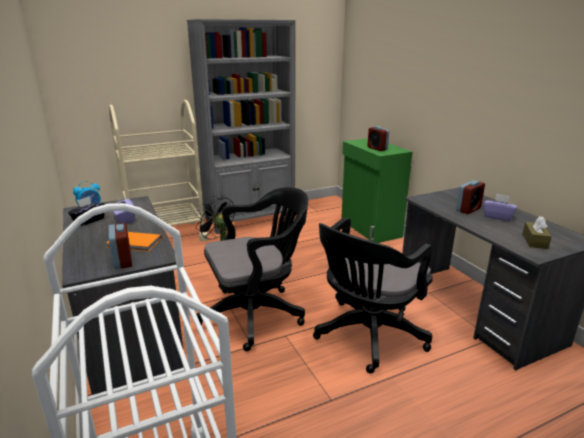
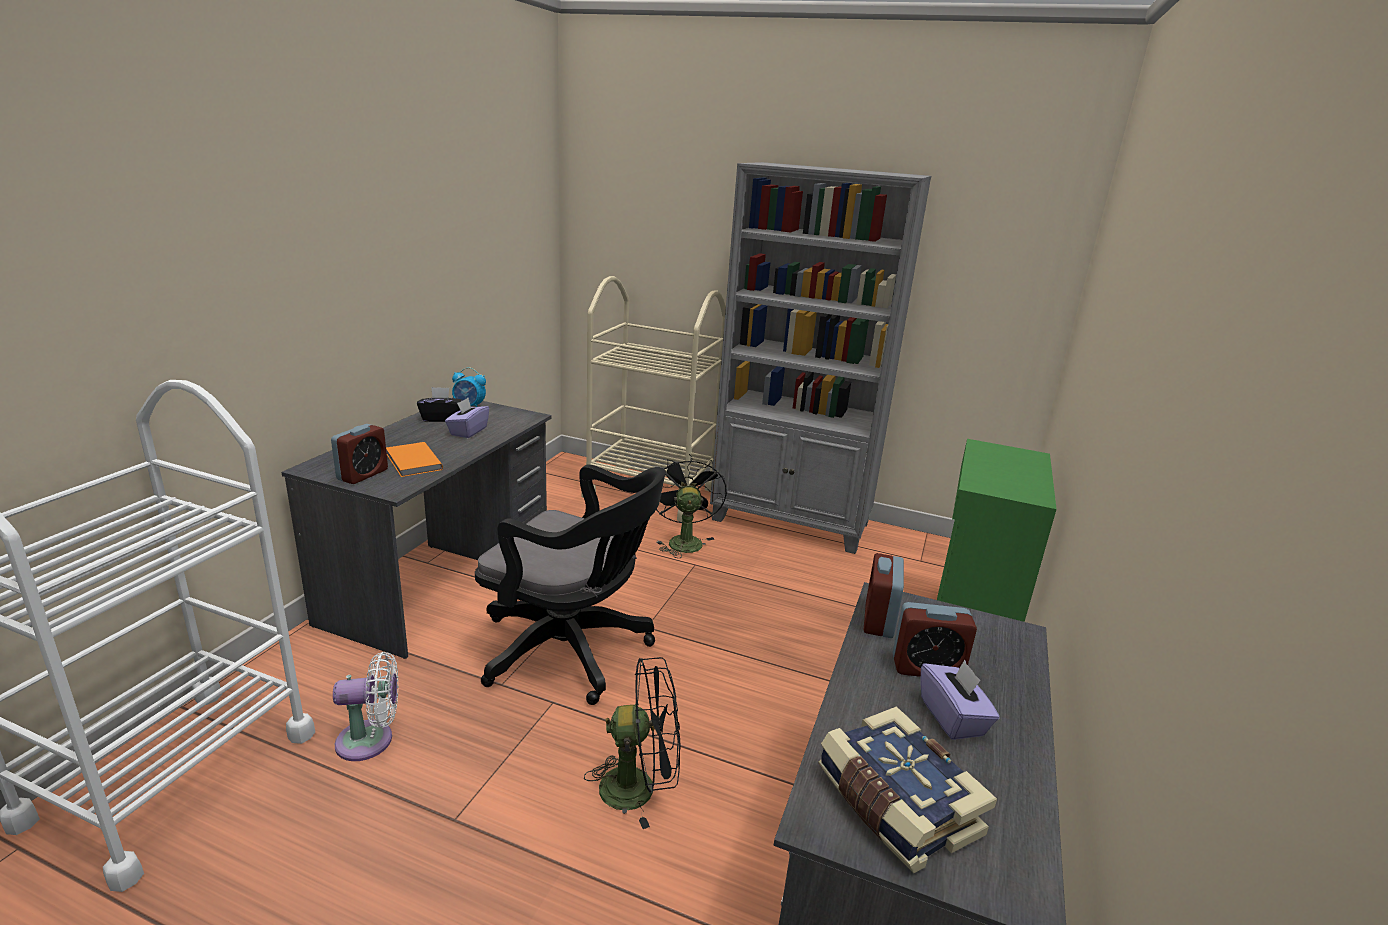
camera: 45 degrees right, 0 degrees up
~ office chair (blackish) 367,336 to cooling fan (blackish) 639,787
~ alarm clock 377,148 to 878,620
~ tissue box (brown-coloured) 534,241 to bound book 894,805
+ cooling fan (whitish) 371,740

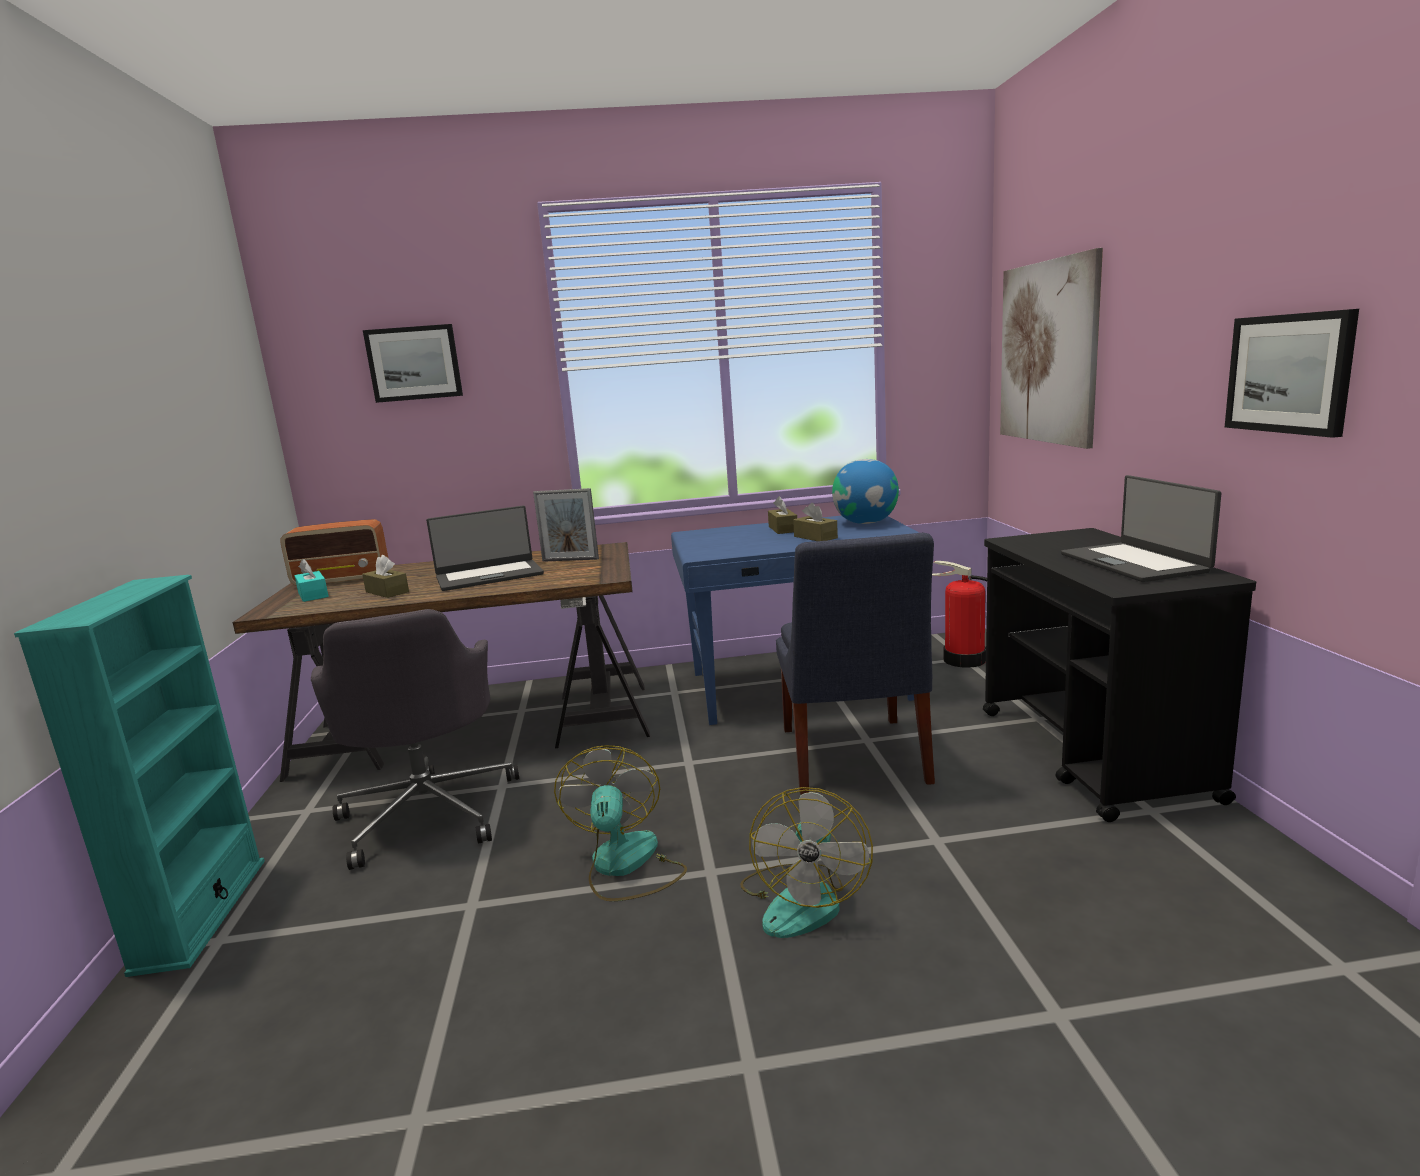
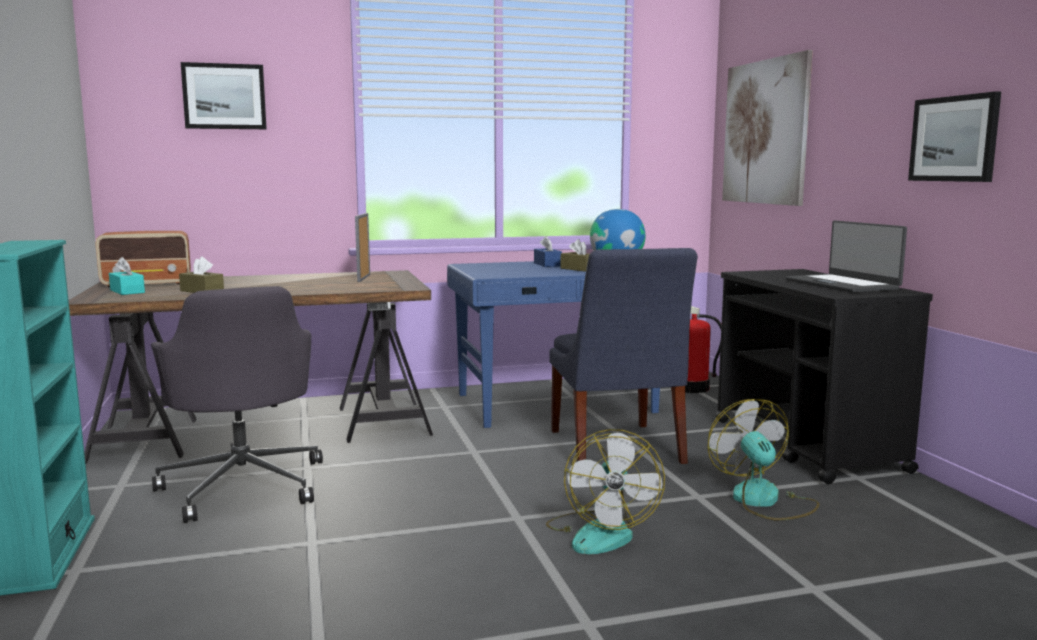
camera: 10 degrees left, 5 degrees down
- laptop 489,576
~ picture frame 570,560 = 363,278 90 degrees clockwise
~ cooling fan 625,866 to 764,501
~ tissue box (brown-coloured) 783,529 to tissue box (bluish) 547,264

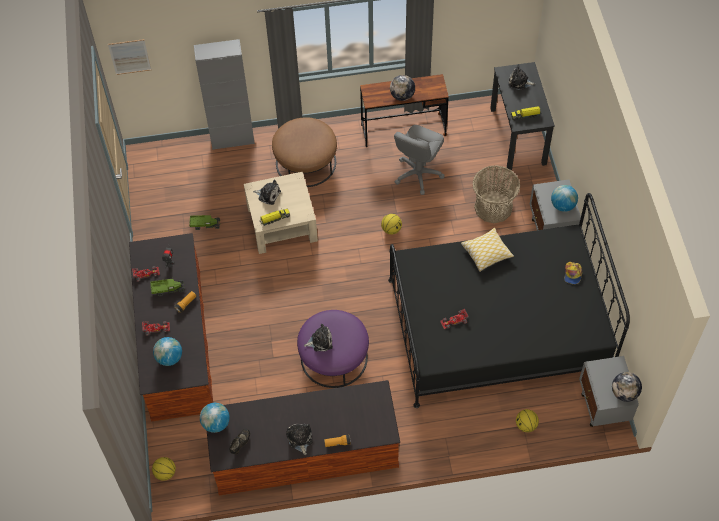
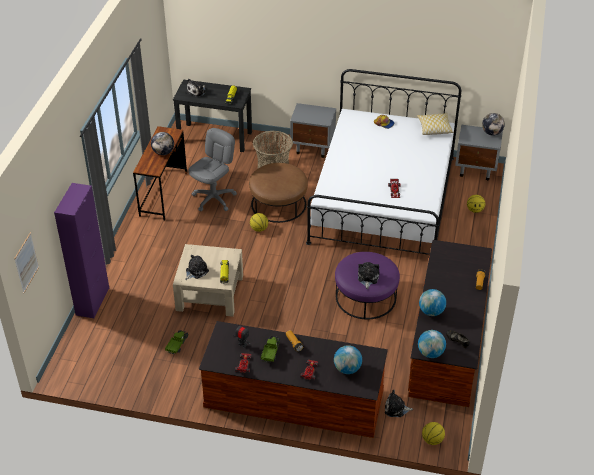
camera: 70 degrees left, 15 degrees down
~ cabinet (gray) 232,139 to cabinet (purplish) 92,301
~ ottoman (brown-coloured) 306,162 to 278,204
~ cuddly toy 300,439 to 396,409
~ bedroom bed (blackish) 497,326 to bedroom bed (whitish) 383,199
~ office chair (gray) 418,174 = 214,199 105 degrees counterclockwise
~ cushion 486,253 to 434,128
~ desk globe 562,205 to 431,312

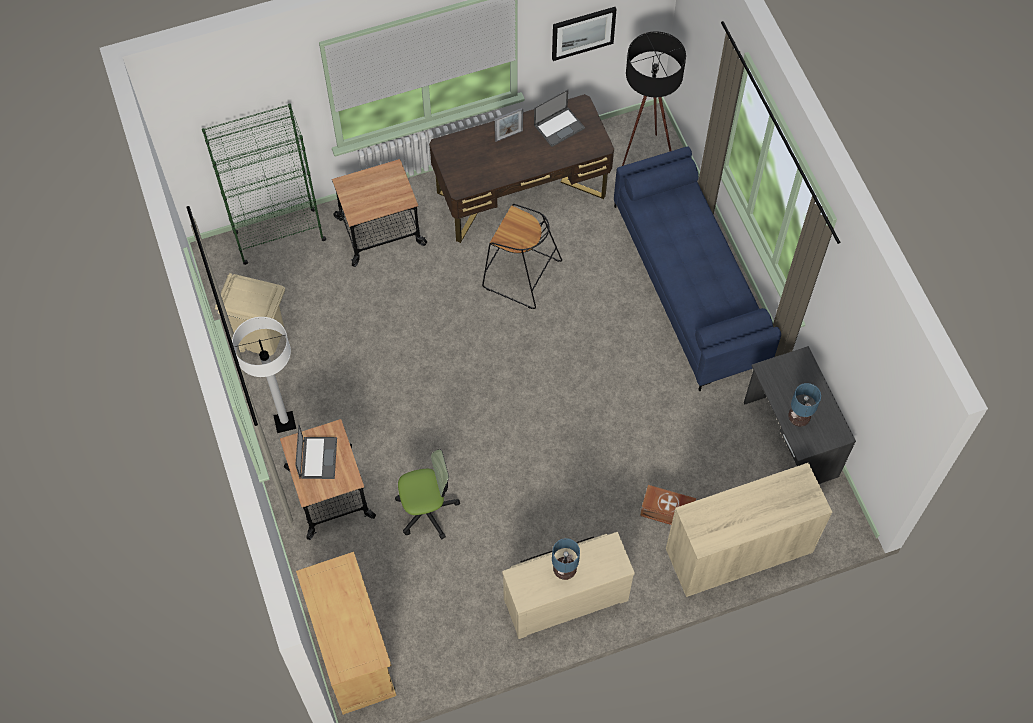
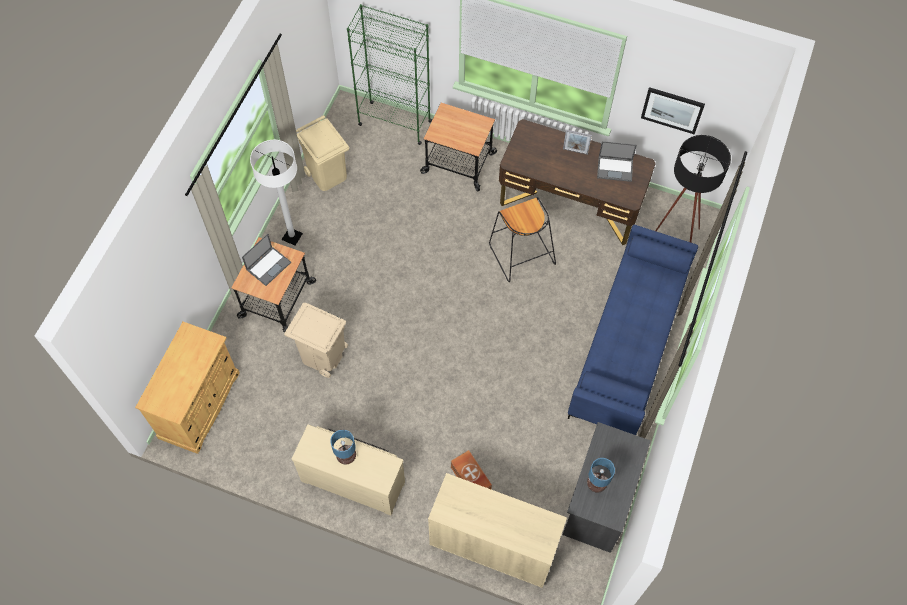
camera: 40 degrees right, 0 degrees up
~ office chair 427,510 to waste bin (beige) 323,356

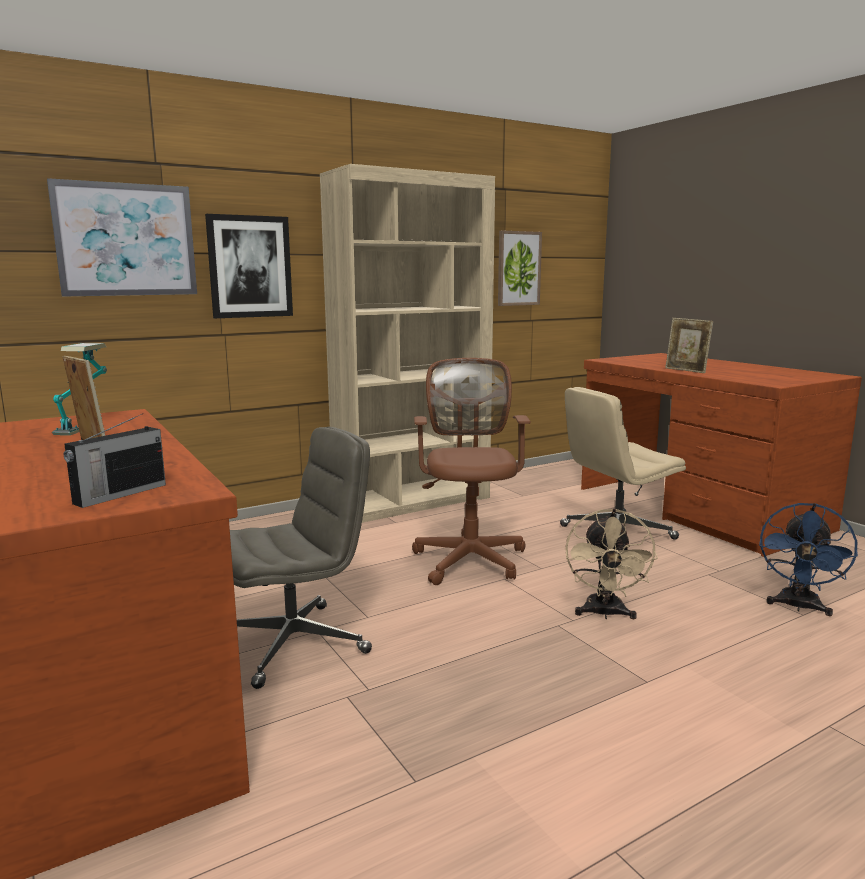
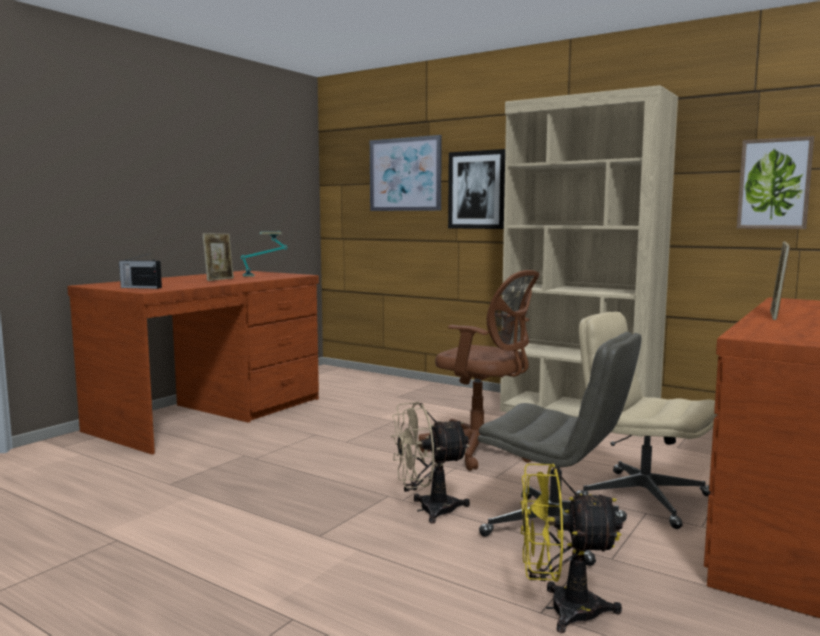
camera: 65 degrees right, 5 degrees down
~ office chair (gray) 295,643 to 556,529
~ office chair (brown-coloured) 470,558 = 481,451 60 degrees clockwise
~ cooling fan (bluish) 798,607 to cooling fan (yellow) 561,609

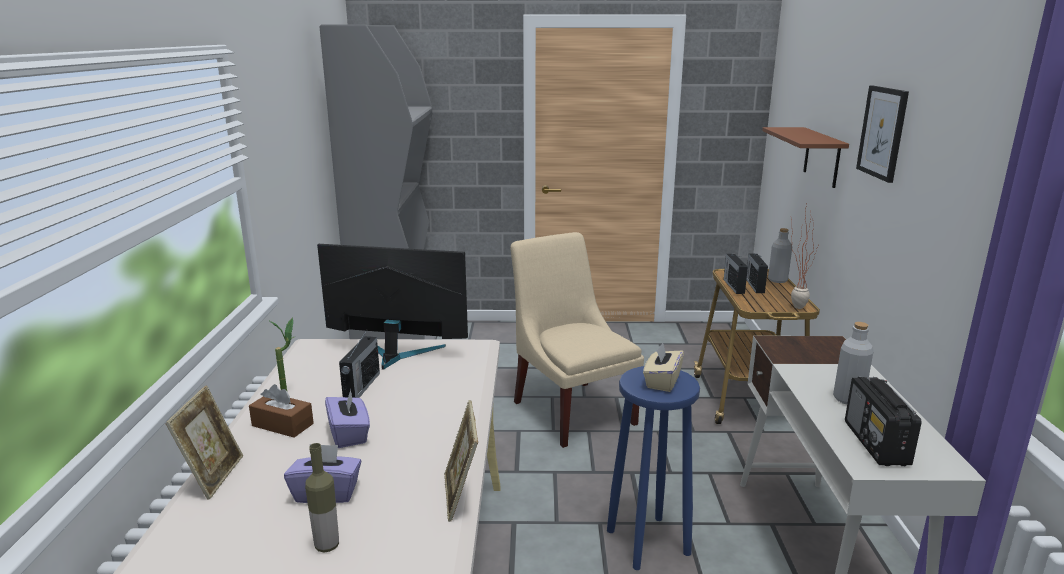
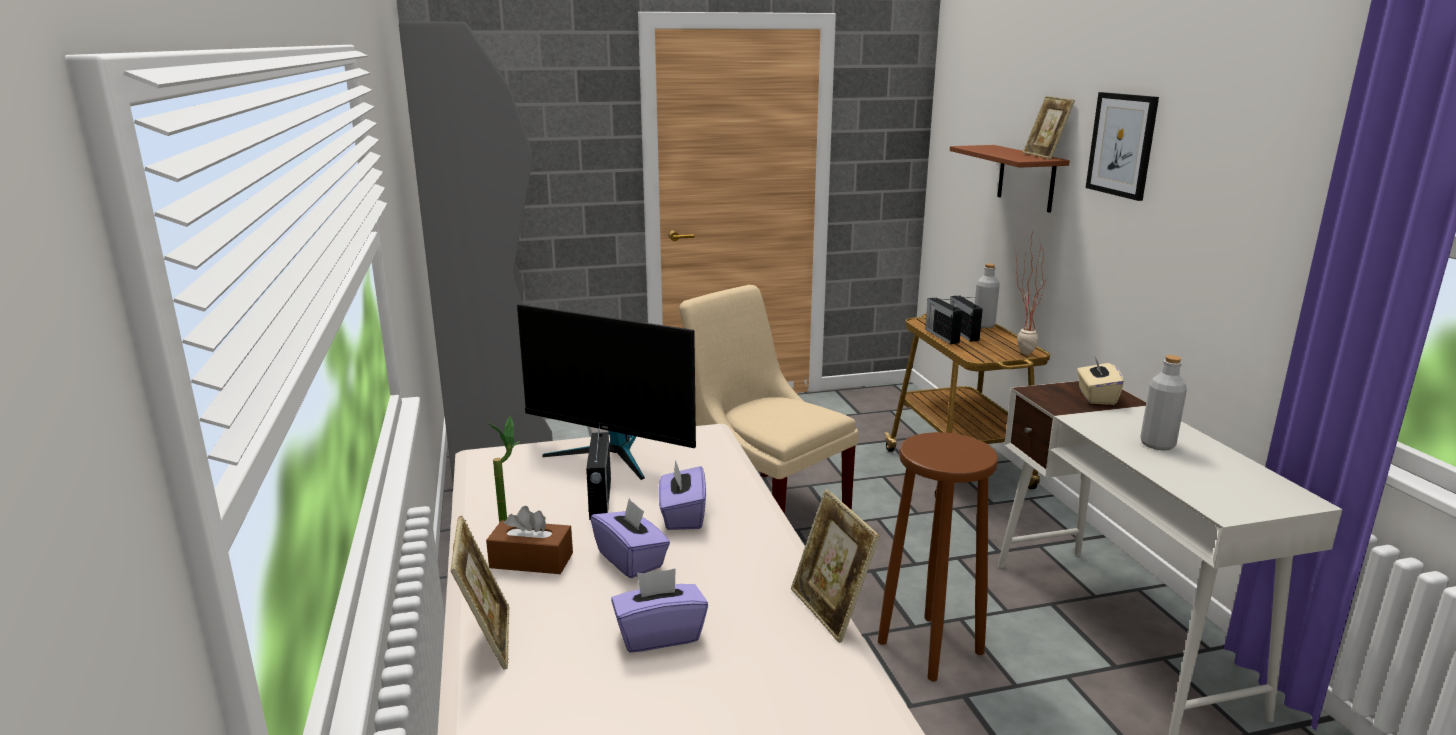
camera: 15 degrees left, 0 degrees up
- bottle 327,545
~ computer screen 395,353 = 611,453 150 degrees counterclockwise
~ stool seat (bluish) 647,541 to stool seat (brown-coloured) 929,646
~ tissue box (beige) 662,381 to 1096,397
- radio receiver 876,444
+ tissue box (purplish) 682,516
+ picture frame 1044,156

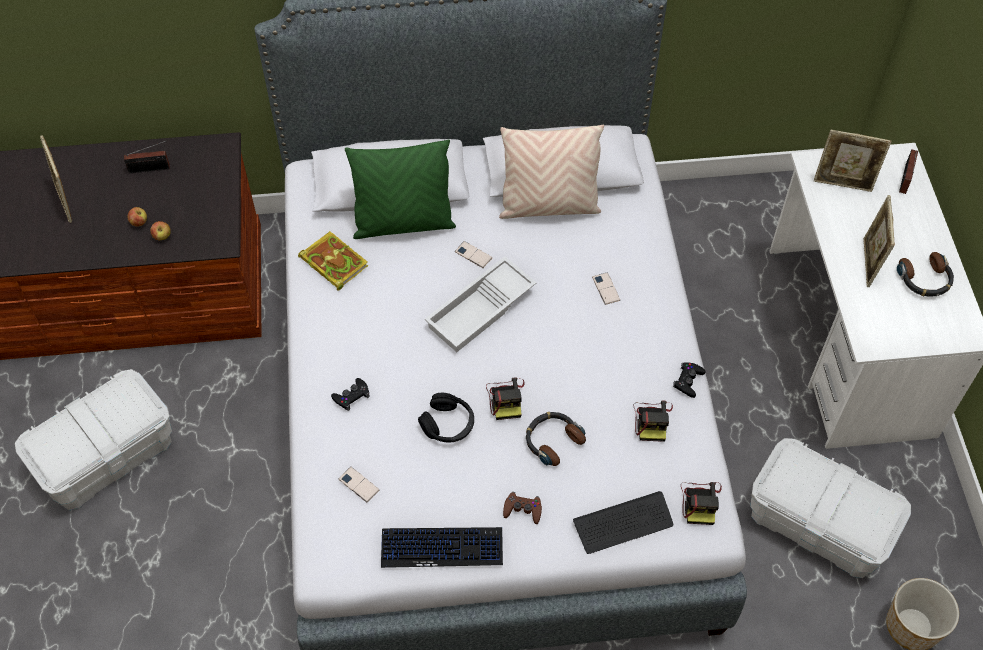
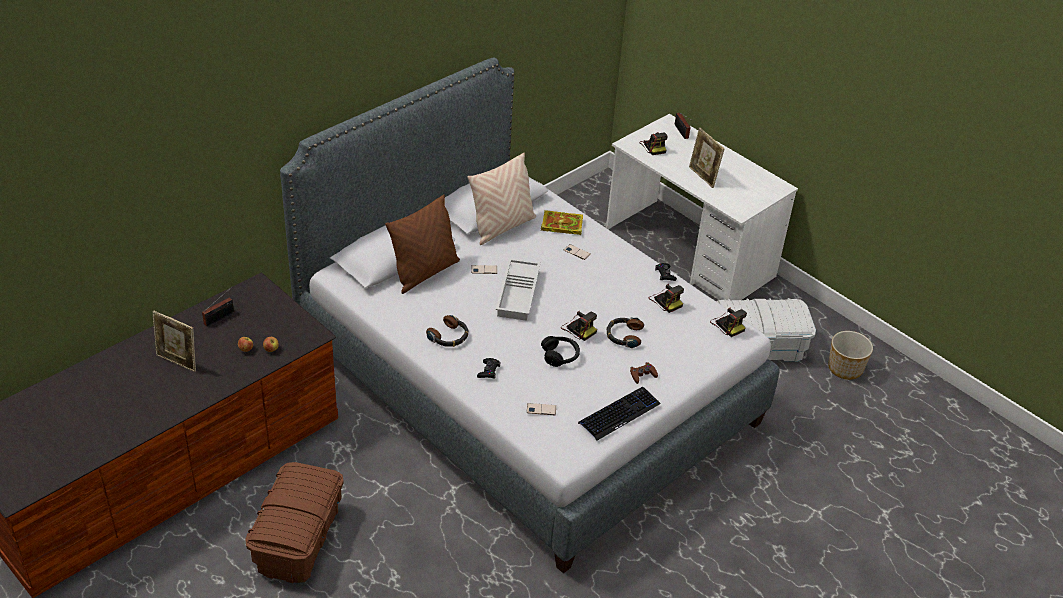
camera: 40 degrees left, 15 degrees down
~ storage container (whitish) 106,455 to storage container (brown-coloured) 298,538
~ bound book 332,262 to 561,225
~ cushion (greenish) 403,223 to cushion (brown-coloured) 424,273
- computer keyboard 623,523
~ picture frame 843,184 to still camera 653,146
~ headset 925,280 to 449,336

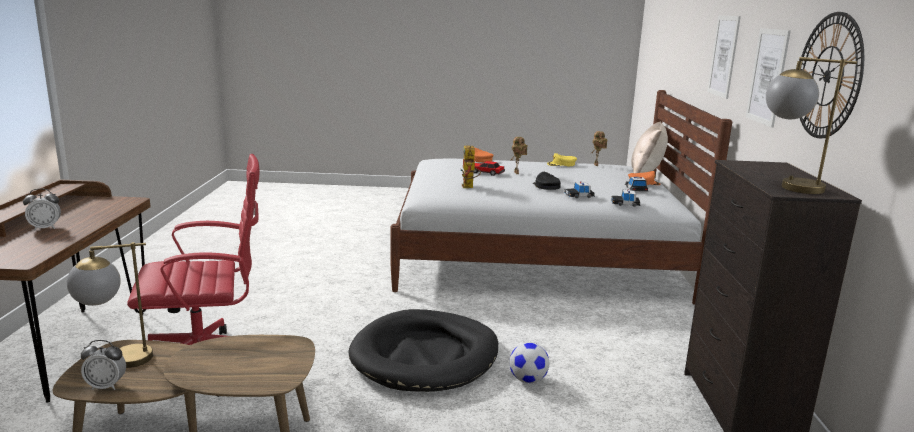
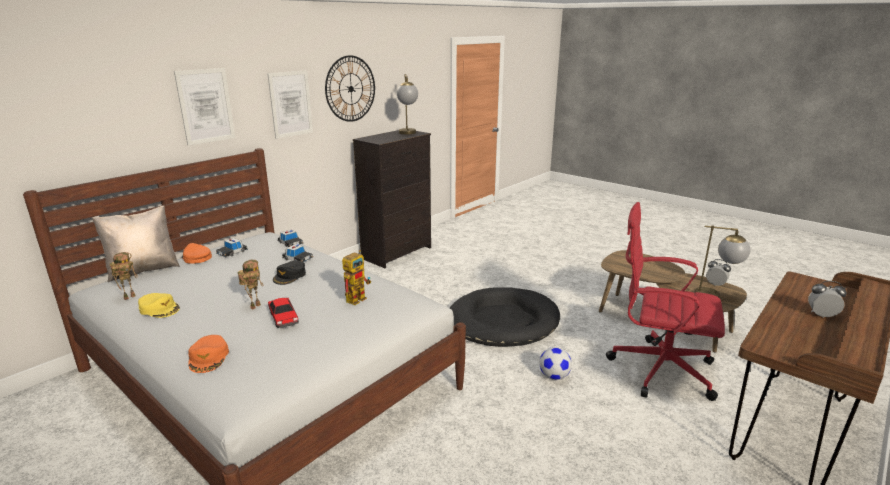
camera: 140 degrees left, 5 degrees up
~ football 528,380 to 554,376

